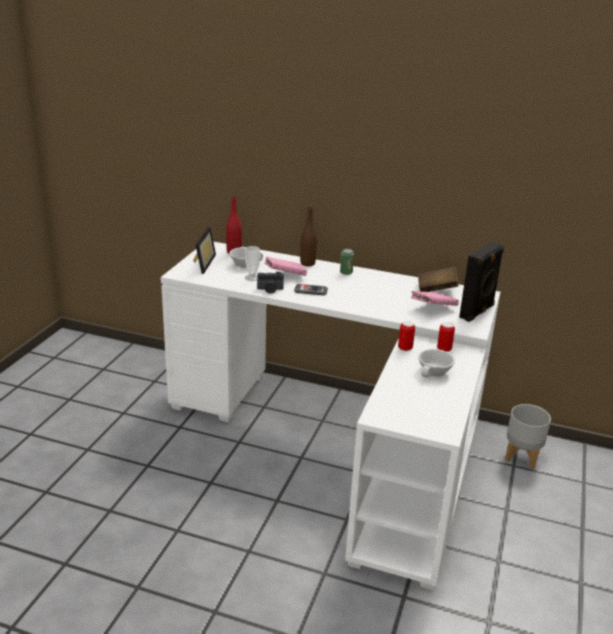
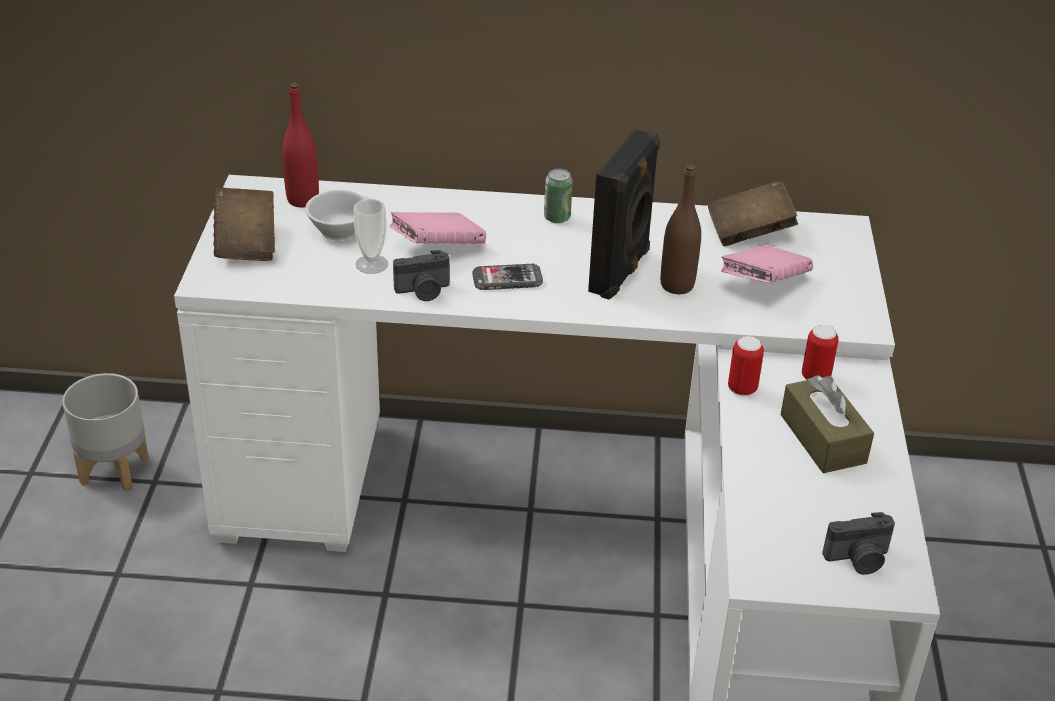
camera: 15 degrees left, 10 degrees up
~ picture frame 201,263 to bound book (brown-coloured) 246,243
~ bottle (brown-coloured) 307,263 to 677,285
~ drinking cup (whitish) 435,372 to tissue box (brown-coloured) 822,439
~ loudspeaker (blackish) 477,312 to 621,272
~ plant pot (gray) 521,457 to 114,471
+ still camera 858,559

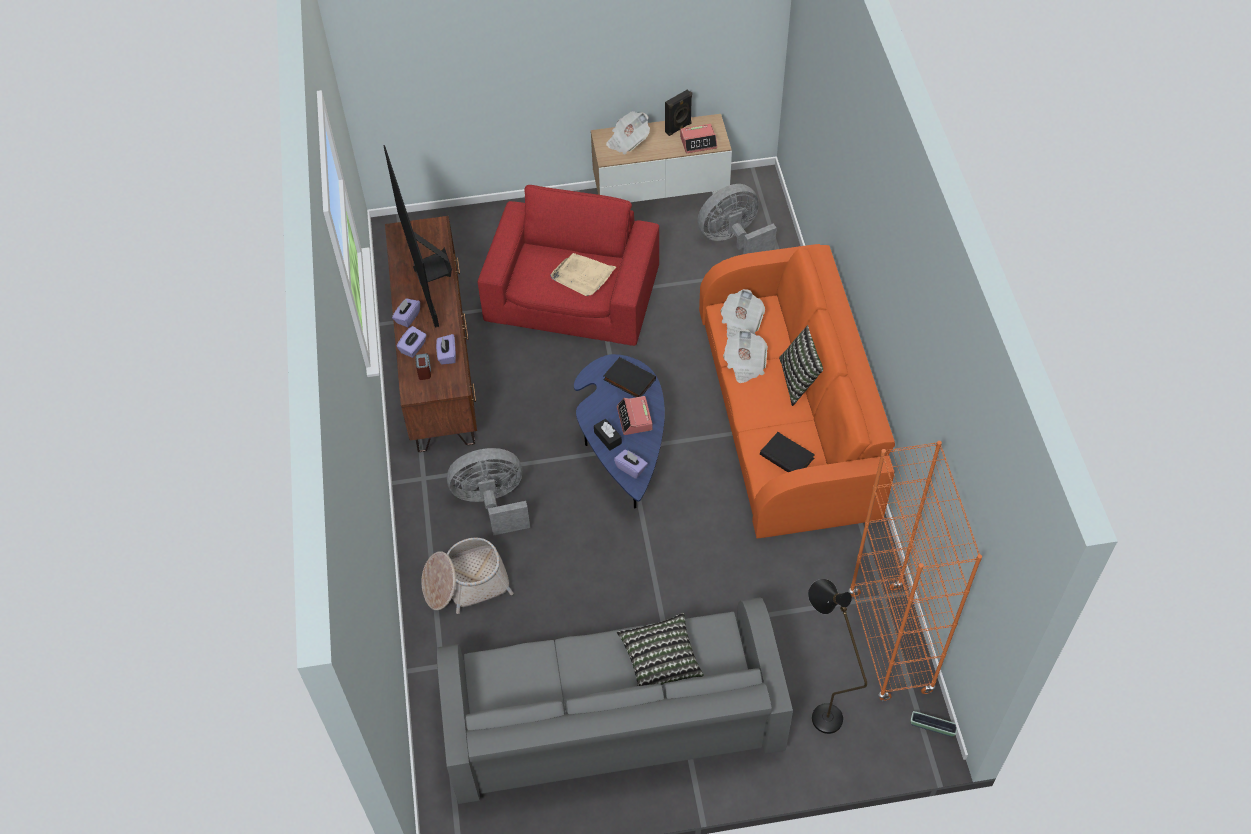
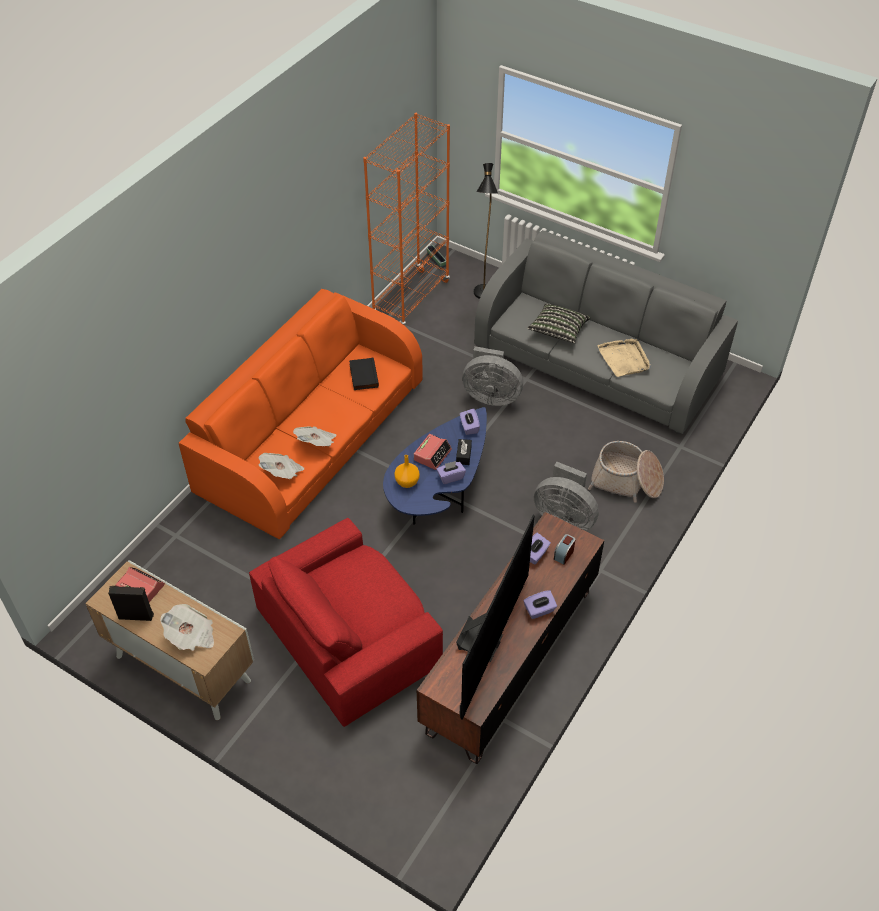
camera: 140 degrees left, 5 degrees down
~ tissue box (purplish) 413,348 to 450,477
~ serving tray (beige) 582,276 to 624,359
~ bound book (blackish) 628,380 to flower vase (orangey) 407,482
~ cooling fan (gray) 733,240 to 491,396
- cushion 800,379

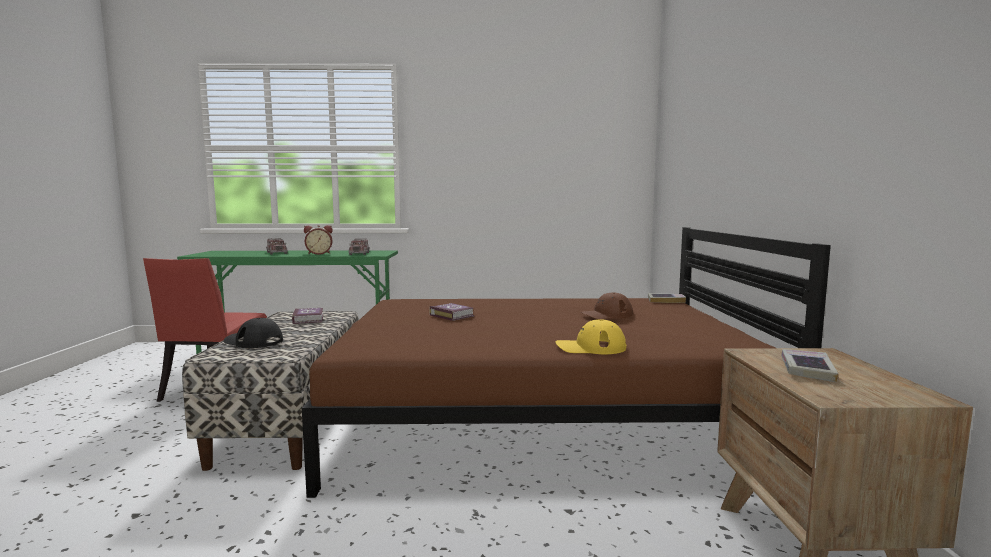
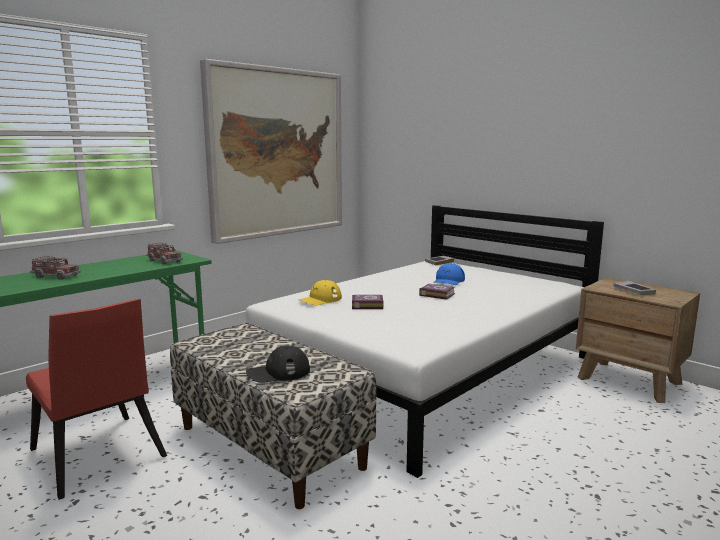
camera: 45 degrees left, 5 degrees up
~ bound book 309,319 to 436,294
~ bedroom bed (brown-coloured) 541,421 to bedroom bed (whitish) 426,371
- alarm clock 319,254
~ baseball cap (yellow) 590,347 to 320,299
~ baseball cap (brown-coloured) 606,315 to baseball cap (bluish) 448,280
+ picture 277,153

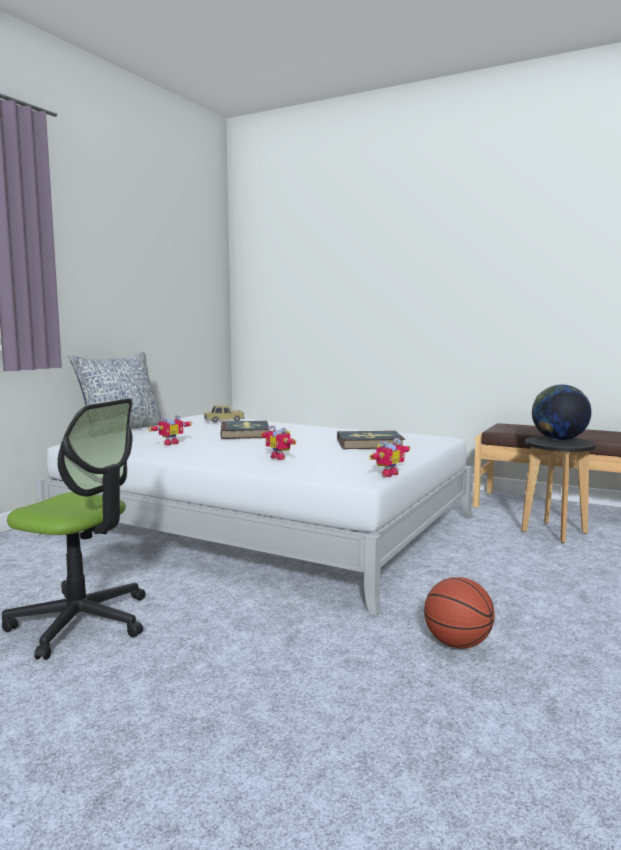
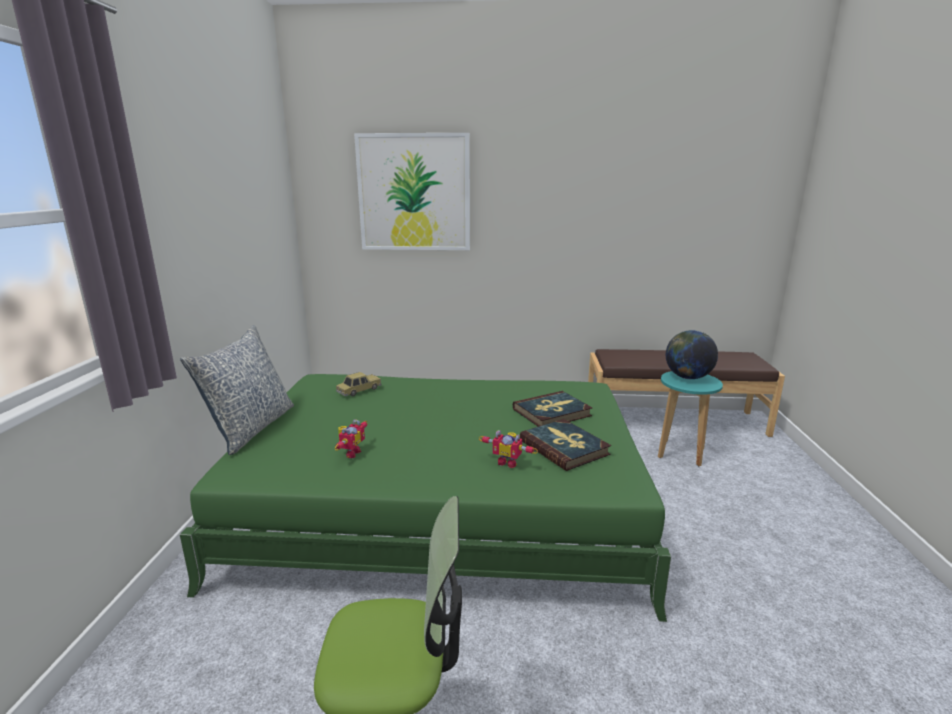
camera: 25 degrees left, 10 degrees up
~ bedroom bed (whitish) 264,525 to bedroom bed (greenish) 442,504
~ bound book 245,433 to 564,447
- model robot 387,474
- ball for basketball 457,644
~ stool seat (blackish) 554,532 to stool seat (turquoise) 681,453
+ picture 414,193

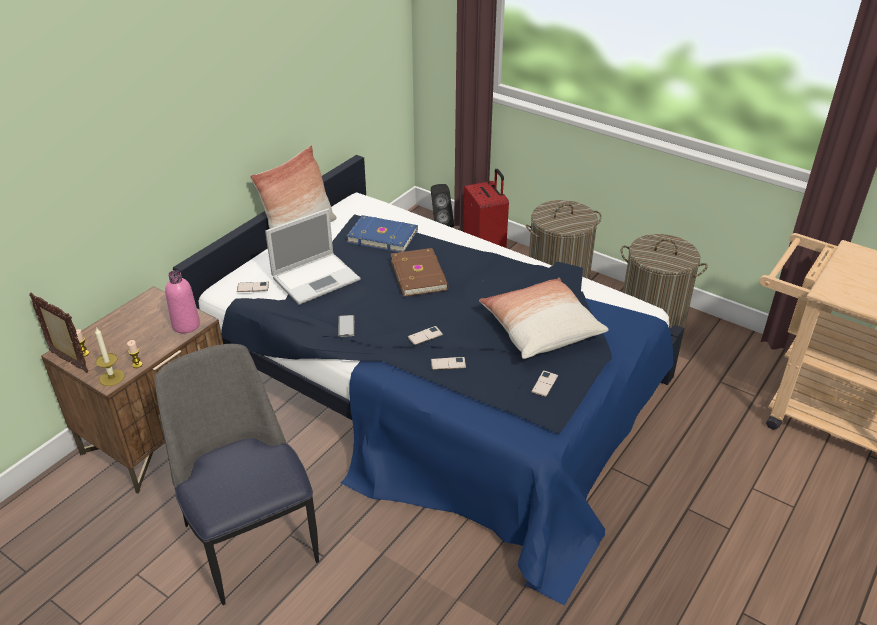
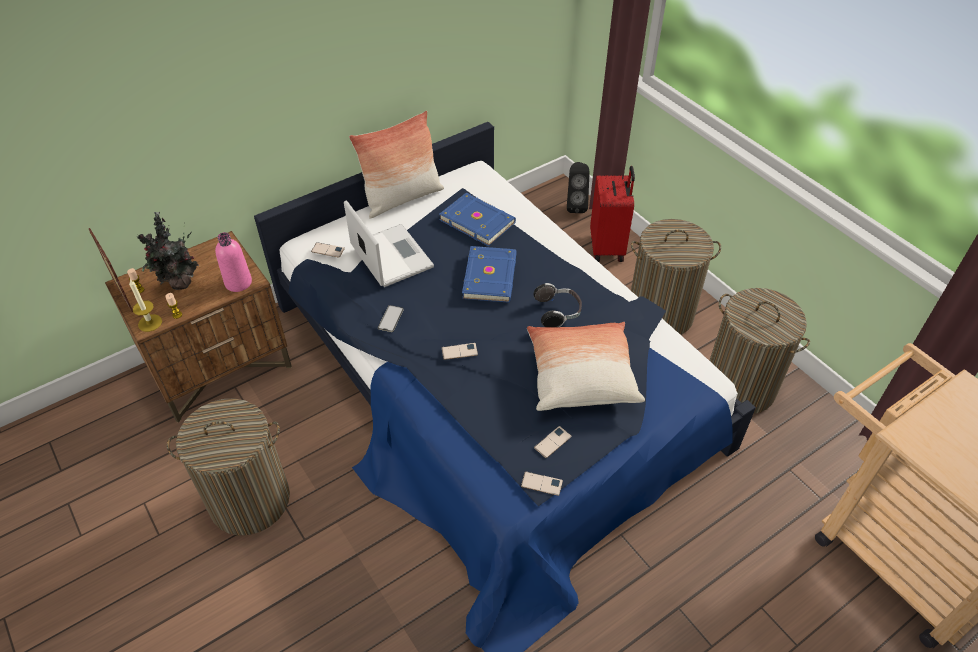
camera: 20 degrees right, 10 degrees up
~ upright chair 250,539 to washing basket 250,500
~ laptop 317,278 = 390,255 105 degrees counterclockwise
~ bound book (brown-coloured) 420,274 to bound book (bluish) 491,276
~ phone 448,363 to 541,483
+ potted plant 180,284
+ headset 558,312

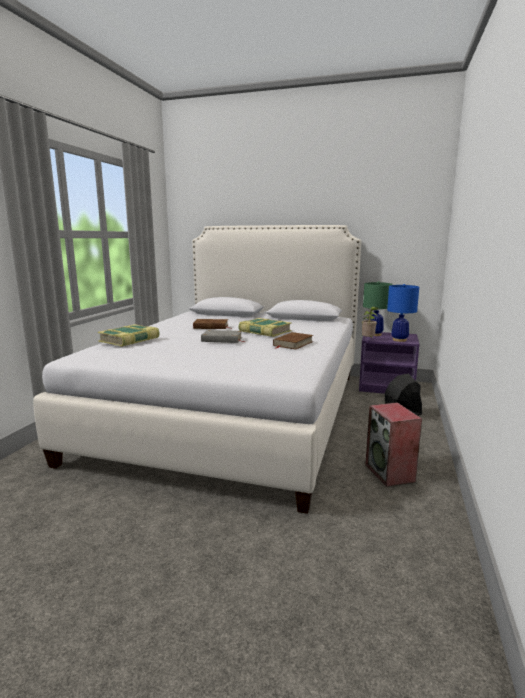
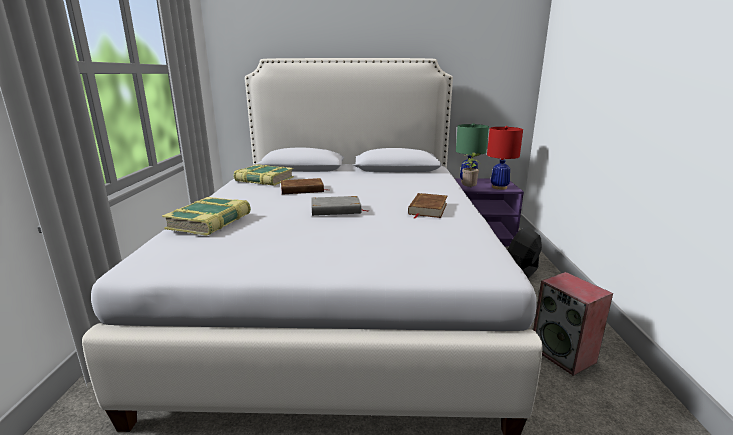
camera: 15 degrees left, 5 degrees up
~ bound book 264,332 to 264,180
~ tabletop lamp (bluish) 399,340 to tabletop lamp (red-coloured) 499,187

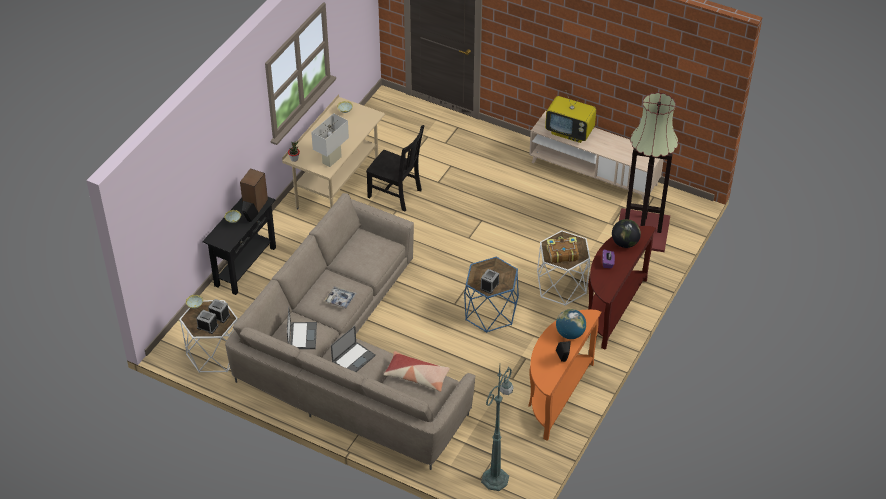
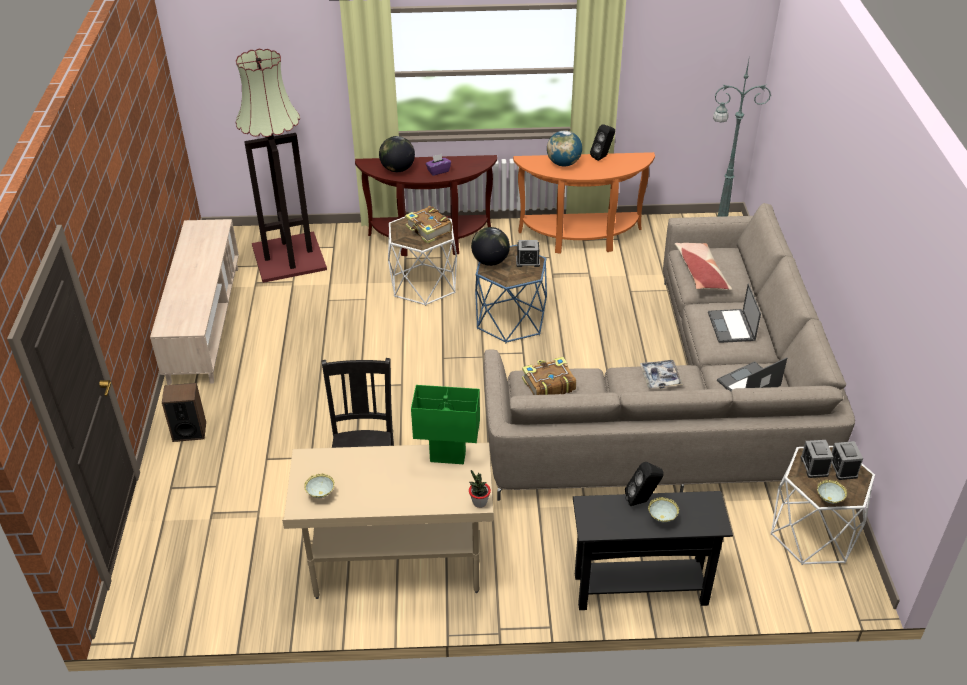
camera: 120 degrees left, 5 degrees down
~ loudspeaker 255,204 to 189,431
~ tabletop lamp (whitish) 332,160 to tabletop lamp (greenish) 447,457
~ laptop 353,358 = 731,327 105 degrees counterclockwise
- TV 570,132
+ desk globe 490,261
+ bound book 548,384

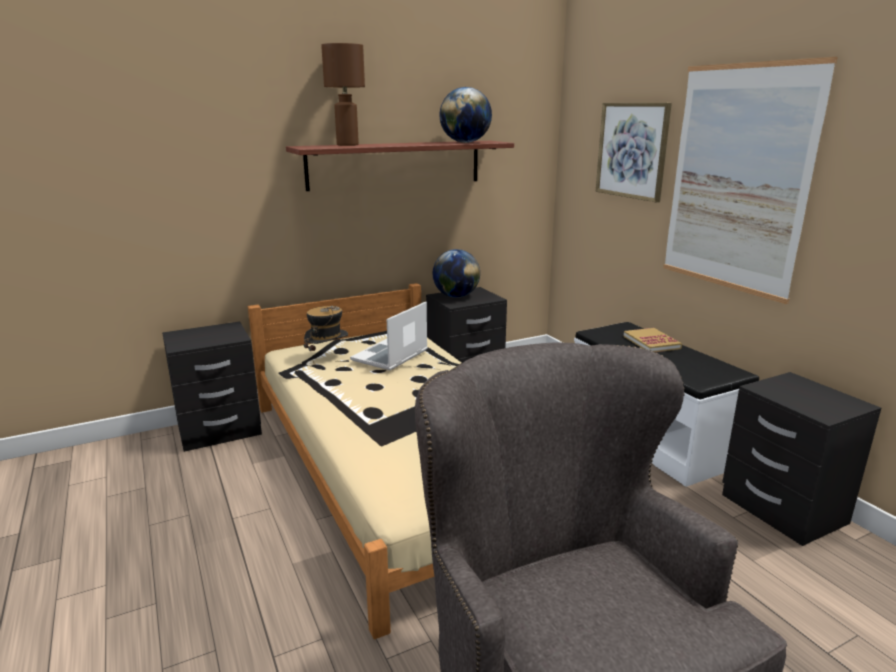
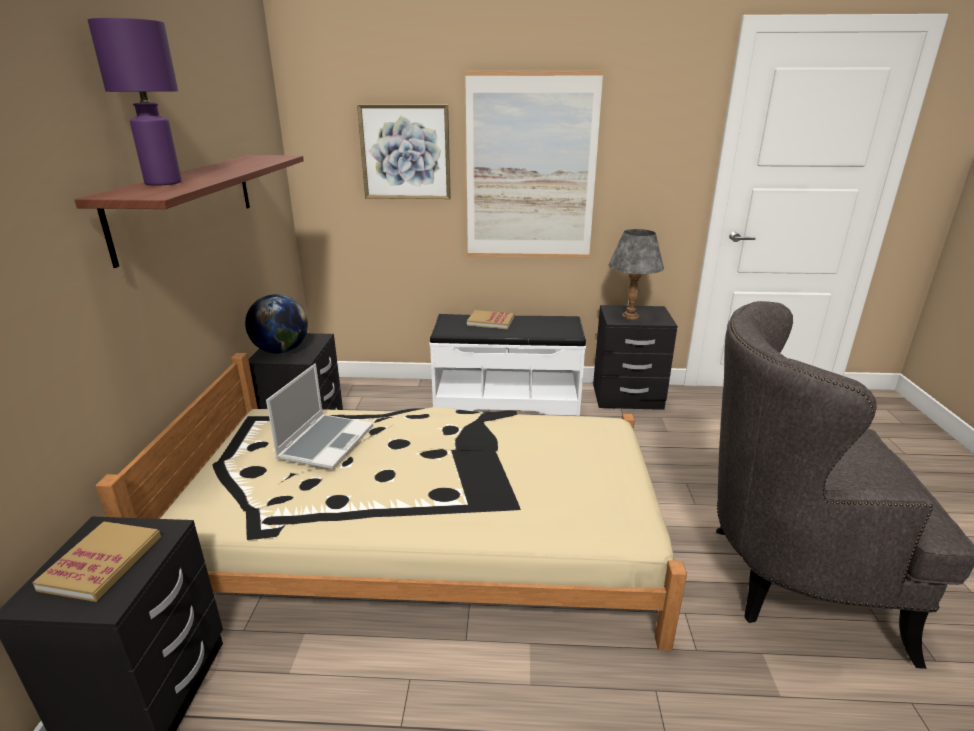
camera: 60 degrees left, 5 degrees up
- wearable hat 327,357
~ tabletop lamp (brown-coloured) 347,145 to tabletop lamp (purplish) 162,183
~ laptop 390,356 = 326,442 135 degrees counterclockwise
- desk globe 465,142
+ bound book 102,563
+ tabletop lamp (gray) 630,316

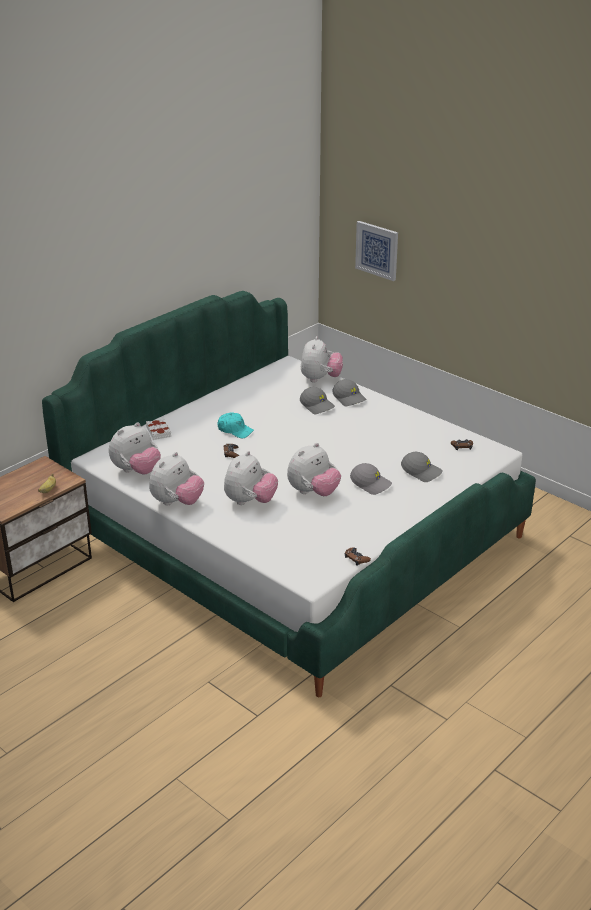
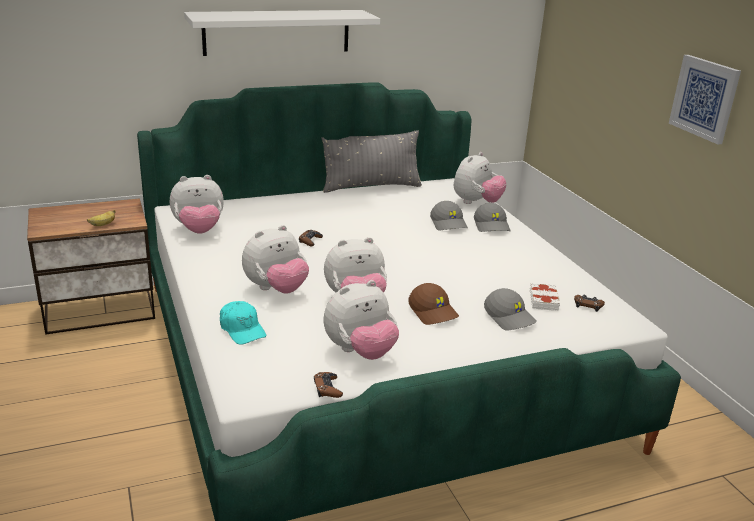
camera: 25 degrees right, 5 degrees down
~ bound book (whitish) 159,432 to 544,300
~ cuddly toy 177,502 to 360,352
~ baseball cap (turquoise) 235,430 to 242,329
~ baseball cap (gray) 371,484 to baseball cap (brown-coloured) 434,312
~ picture 377,250 to 704,98
+ wall shelf (whitish) 277,32
+ cushion (gray) 371,187

